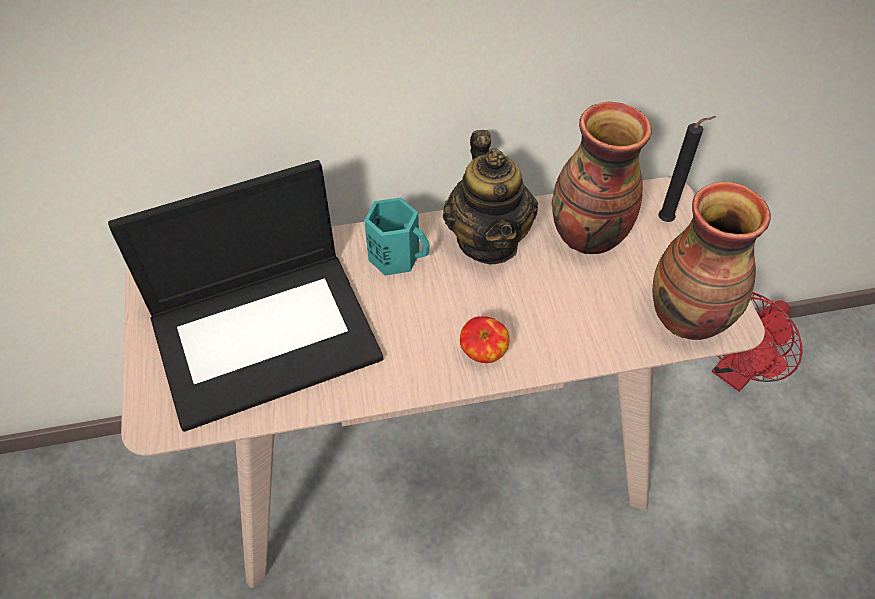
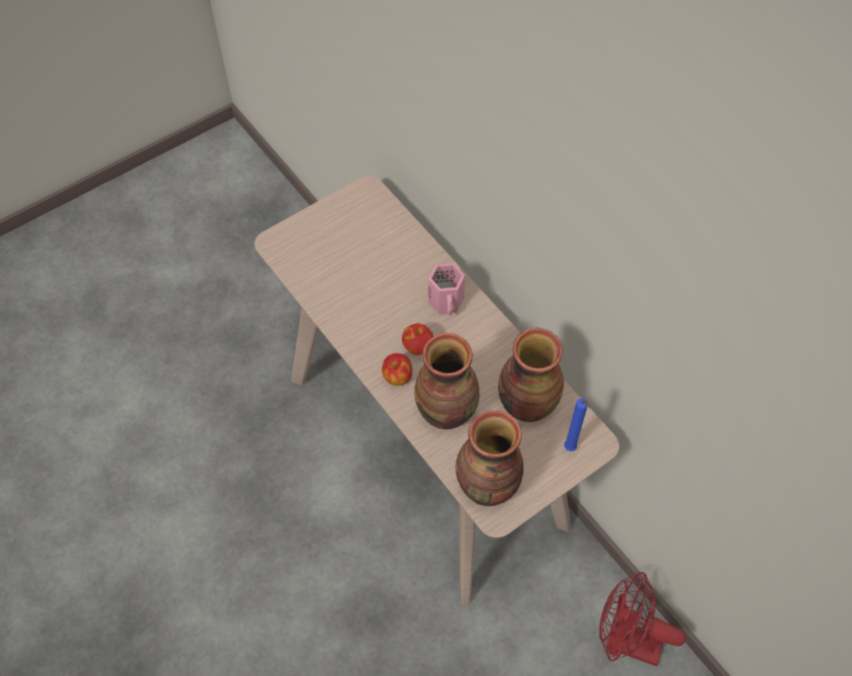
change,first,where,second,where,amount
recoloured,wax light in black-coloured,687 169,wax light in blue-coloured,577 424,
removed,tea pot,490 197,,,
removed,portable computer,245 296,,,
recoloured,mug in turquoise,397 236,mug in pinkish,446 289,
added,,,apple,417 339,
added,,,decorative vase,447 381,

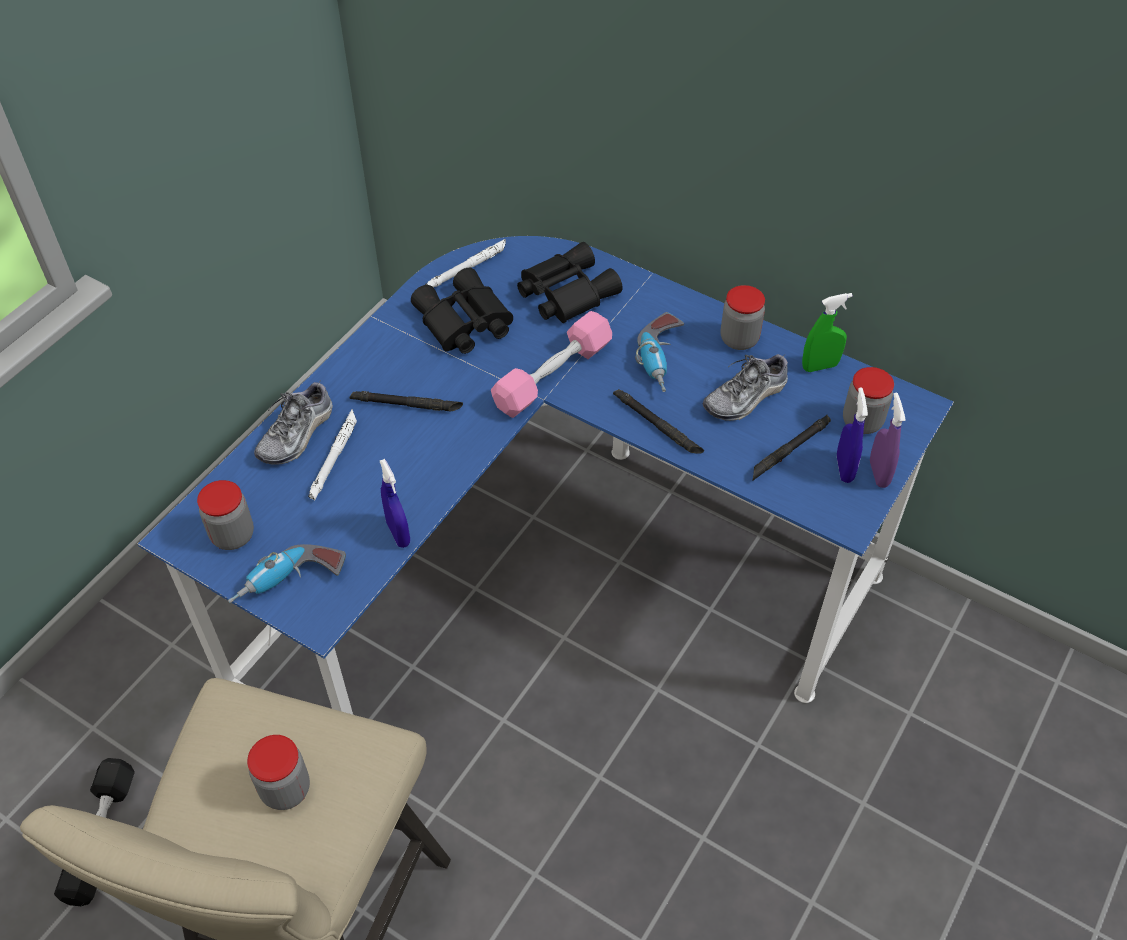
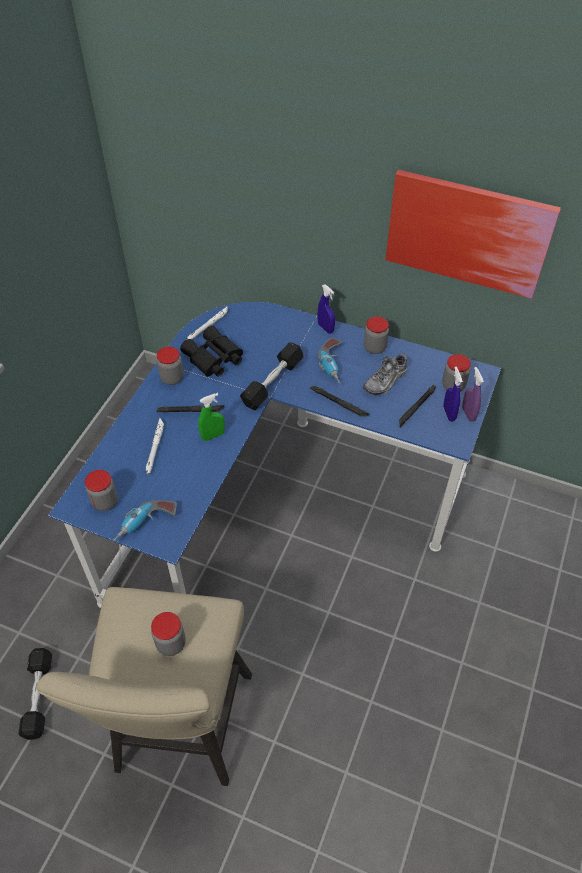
change,first,where,second,where,amount
removed,binoculars in black-coloured,569 282,,,
moved,sprayer in greenish,827 332,,211 417,
recoloured,free weight in pinkish,551 364,free weight in black-coloured,272 376,
removed,low shoe,293 423,,,
moved,sprayer in blue-coloured,395 503,,326 309,
added,,,wall art,473 234,
added,,,preserve jar,170 366,

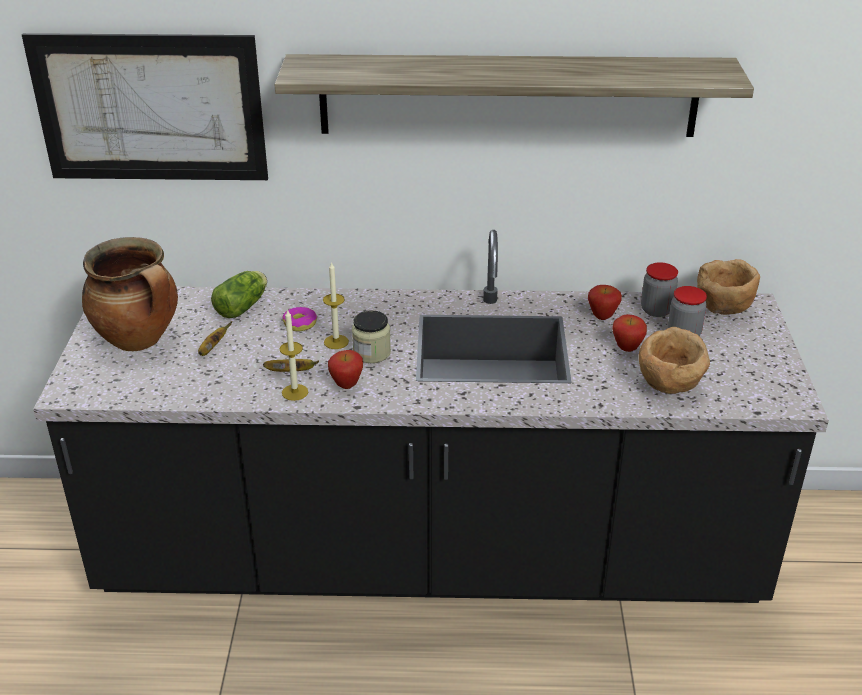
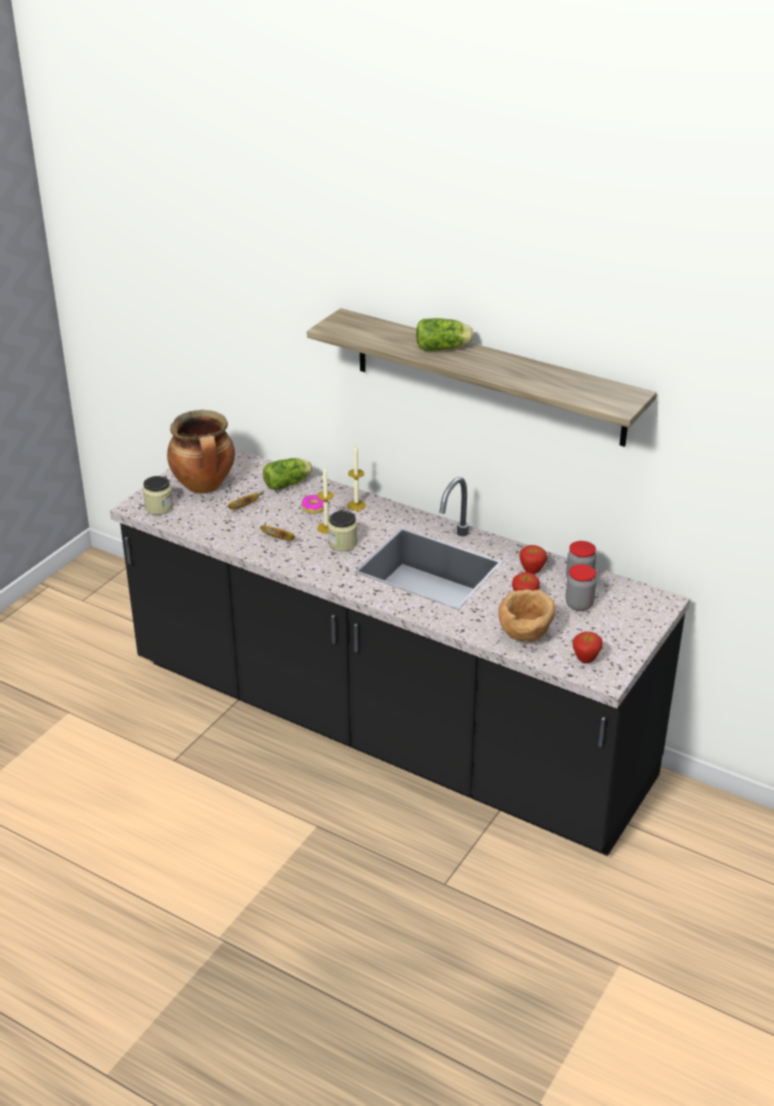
change,first,where,second,where,amount
removed,wall art,145 106,,,
removed,bowl in brownish,728 287,,,
moved,wax light,293 355,,356 478,
moved,apple,345 369,,588 648,
added,,,lettuce,445 334,
added,,,preserve jar,158 495,

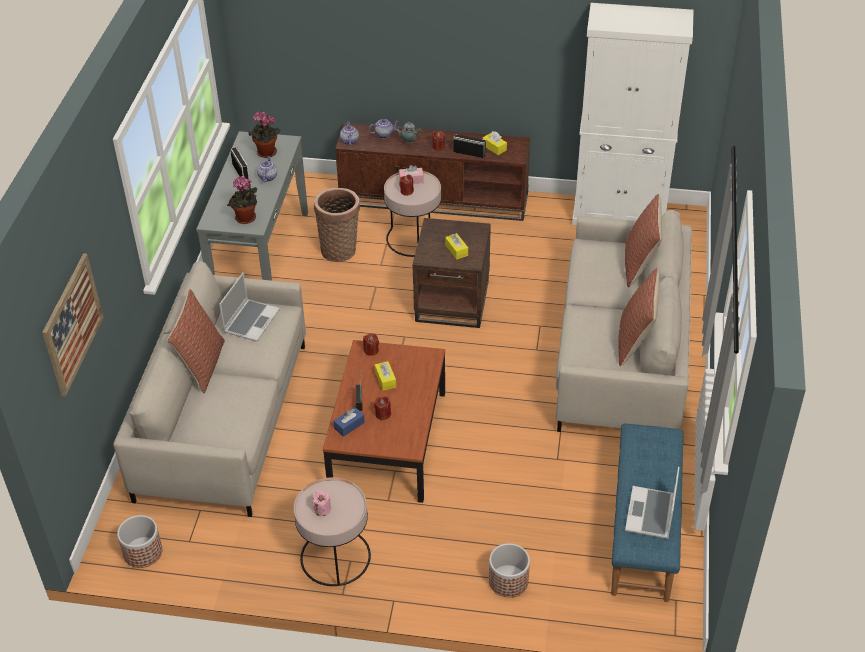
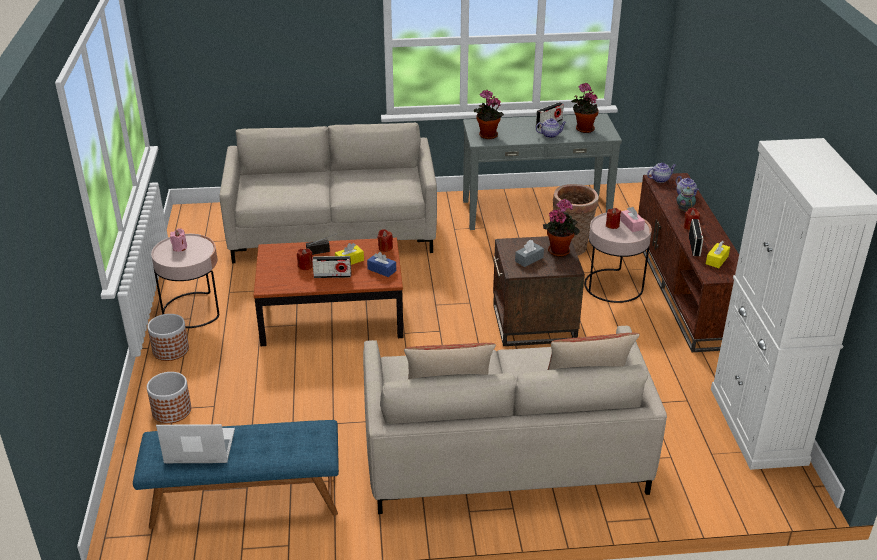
change,first,where,second,where,amount
recoloured,tissue box in yellow-coloured,456 246,tissue box in grey,529 253,
removed,wall art,73 325,,,
removed,portable computer,249 307,,,
removed,pillow,196 341,,,
moved,tissue box in blue-coloured,349 422,,381 264,
moved,flower pot,139 541,,168 337,
added,,,houseplant,561 228,
added,,,radio set,331 267,

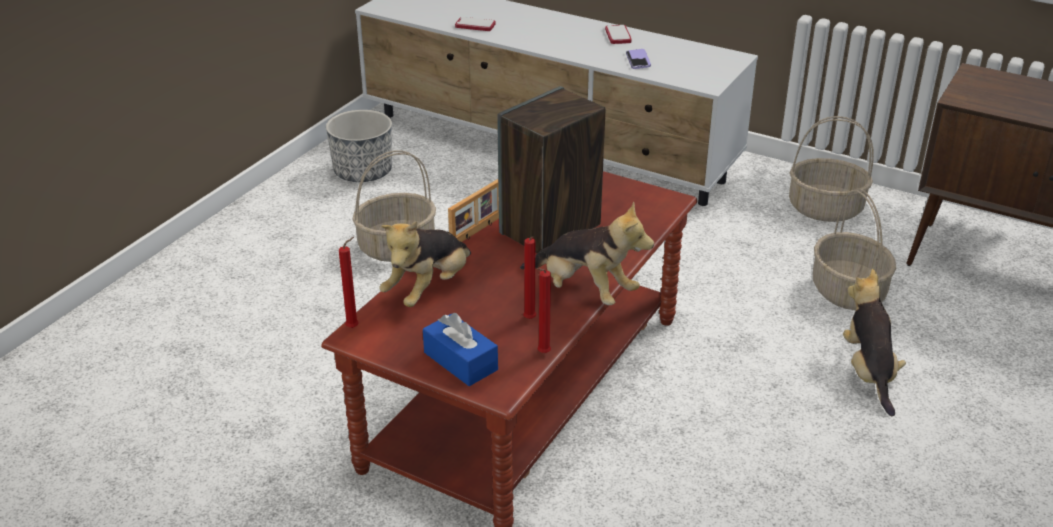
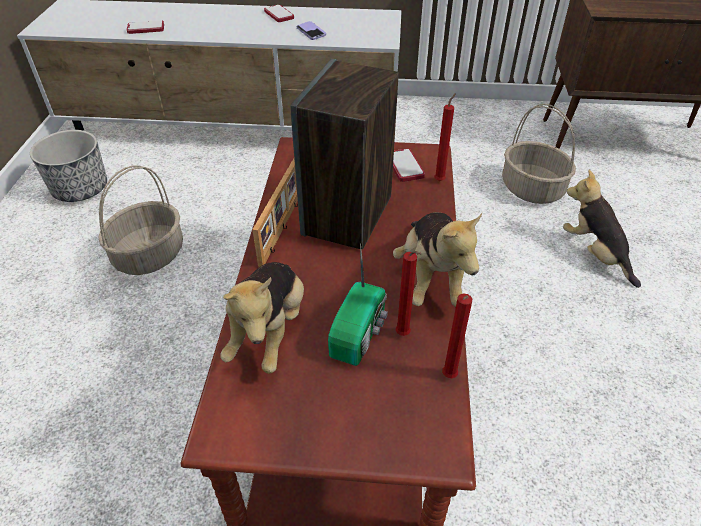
change,first,where,second,where,amount
removed,storage basket,831 169,,,
turned,plush toy,587 253,,437 259,75 degrees clockwise
moved,wax light in red-coloured,349 282,,445 137,
removed,tissue box in blue-coloured,460 349,,,
added,,,phone,409 165,
added,,,radio set,358 304,

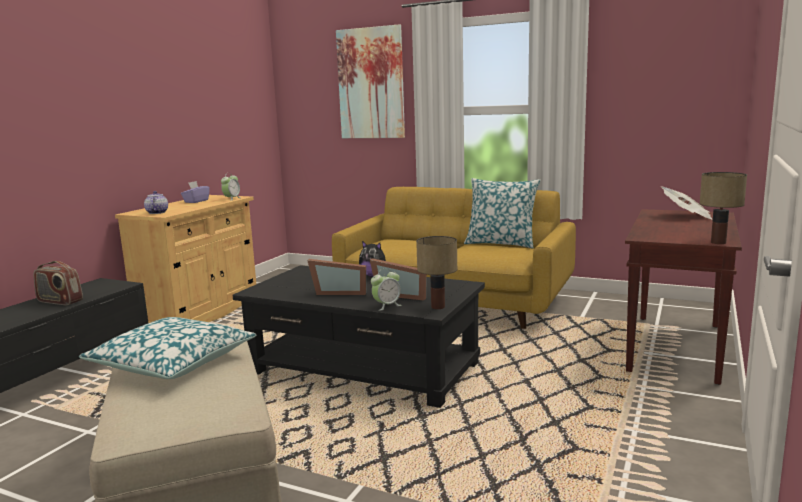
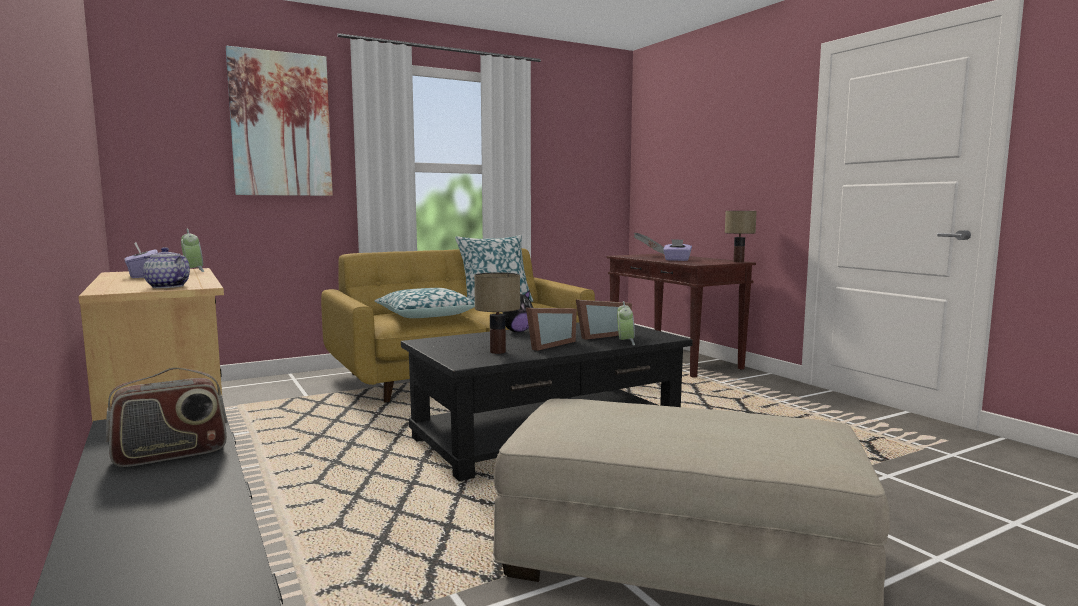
change,first,where,second,where,amount
moved,lamp for a table,436 272,,497 313,
moved,pillow,168 348,,425 303,
added,,,tissue box in purple,677 250,

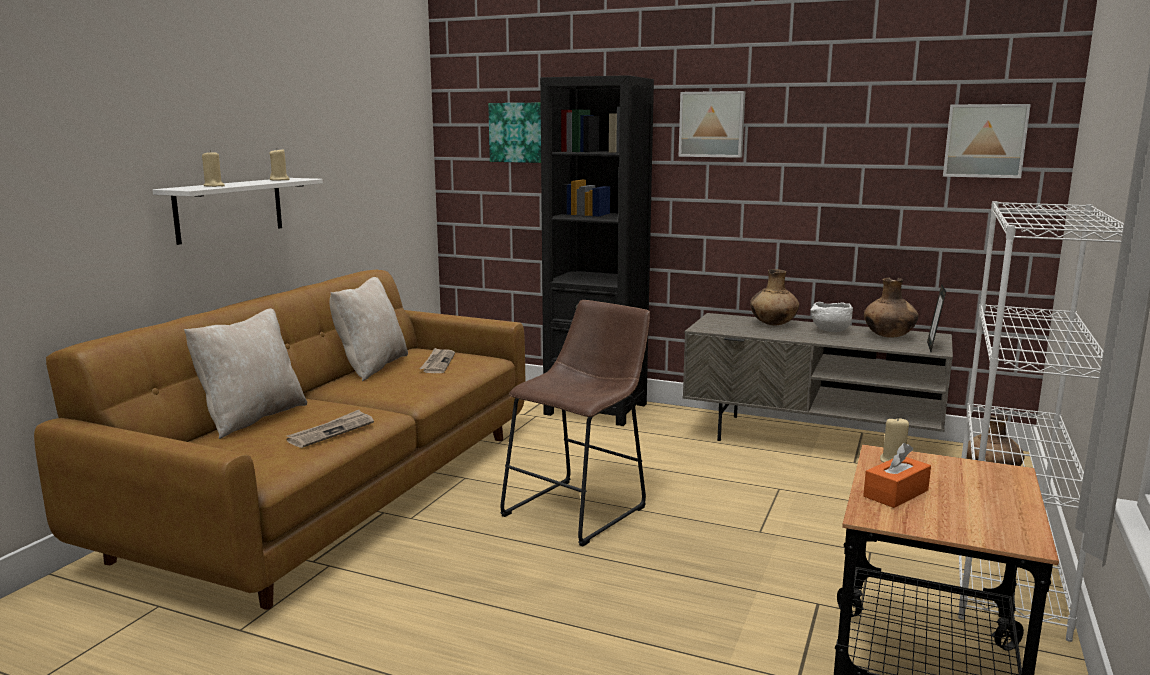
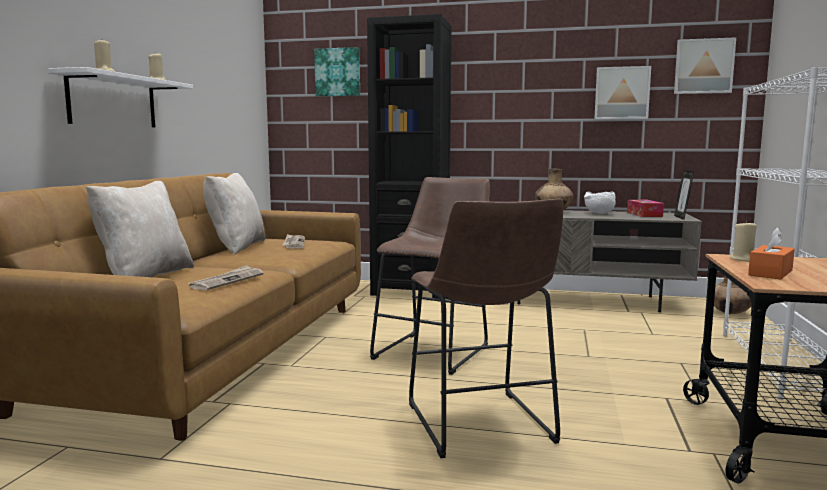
change,first,where,second,where,amount
moved,wall art,712 124,,622 92,
replaced,decorative vase in brownish,891 308,tissue box,645 208,
added,,,stool seat in brownish,486 328,

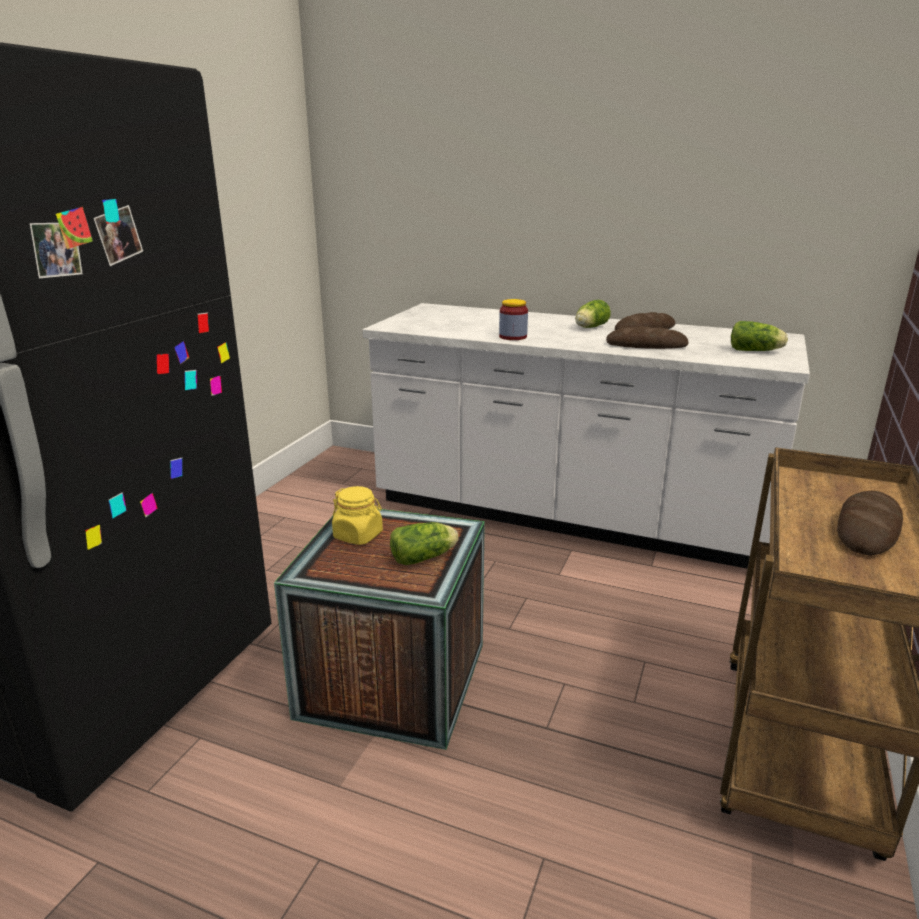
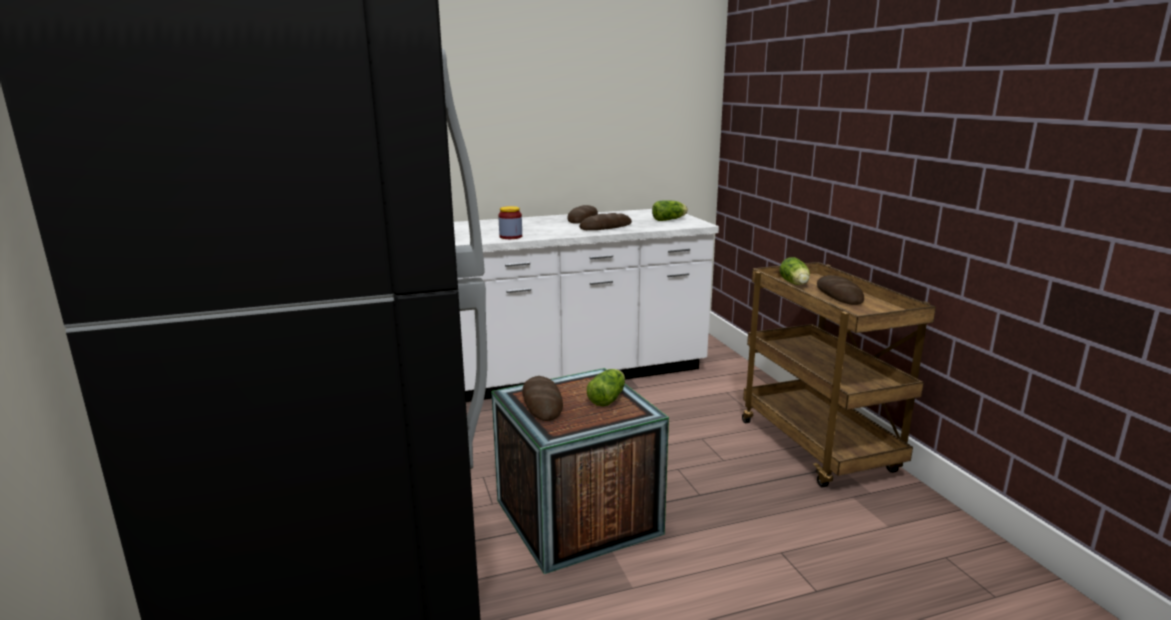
change,first,where,second,where,amount
moved,lettuce,593 314,,794 271,
replaced,preserve jar in yellow-coloured,357 515,baked bread,542 398,

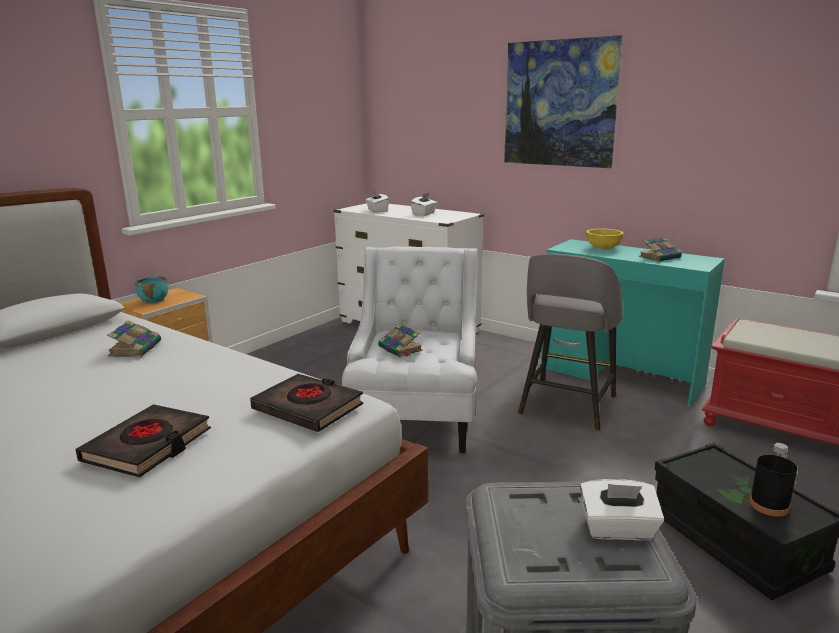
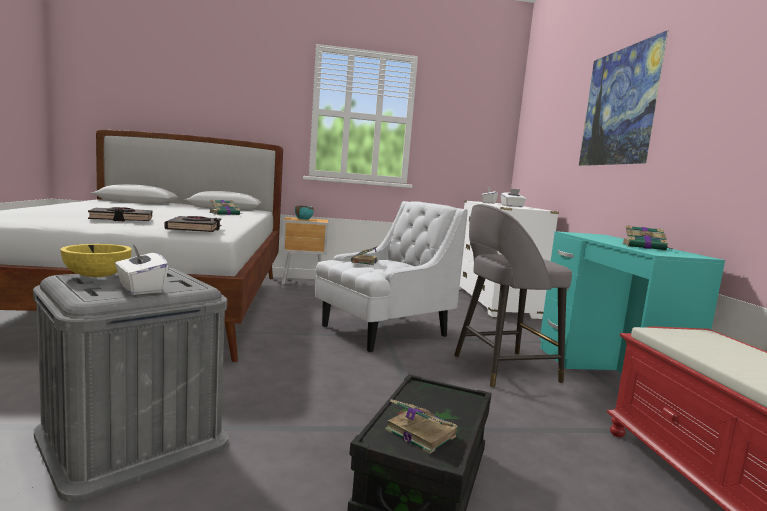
change,first,where,second,where,amount
moved,bowl in yellow-coloured,605 239,,96 260,
replaced,bottle in black-coloured,773 479,bound book,421 426,

